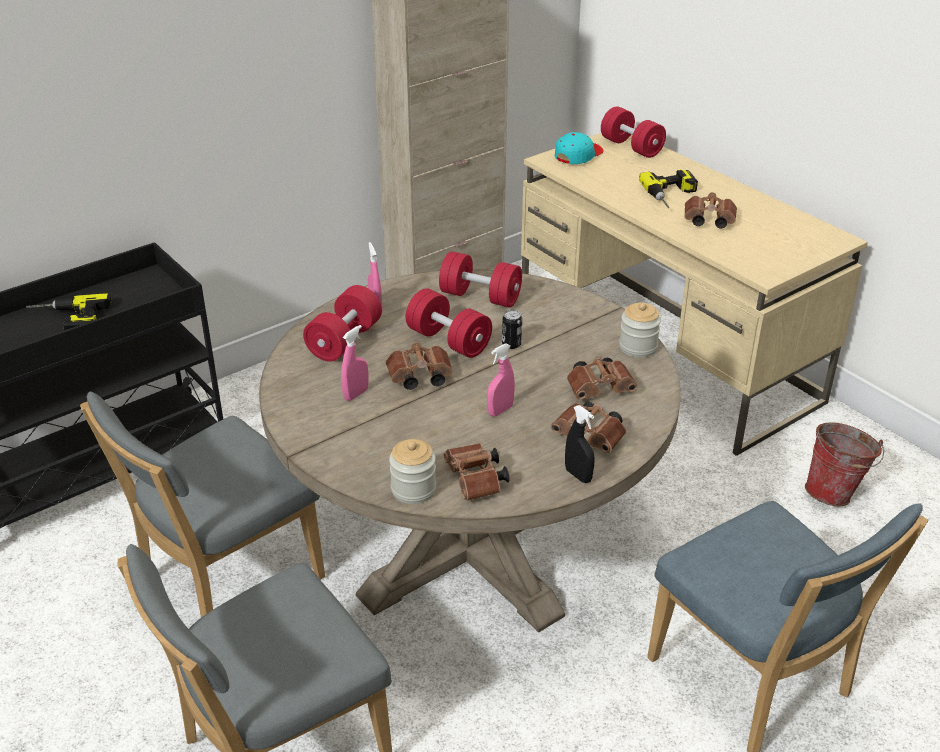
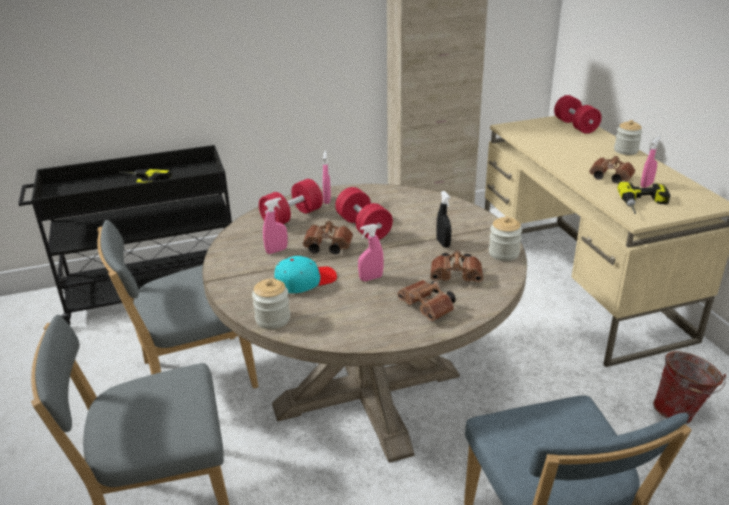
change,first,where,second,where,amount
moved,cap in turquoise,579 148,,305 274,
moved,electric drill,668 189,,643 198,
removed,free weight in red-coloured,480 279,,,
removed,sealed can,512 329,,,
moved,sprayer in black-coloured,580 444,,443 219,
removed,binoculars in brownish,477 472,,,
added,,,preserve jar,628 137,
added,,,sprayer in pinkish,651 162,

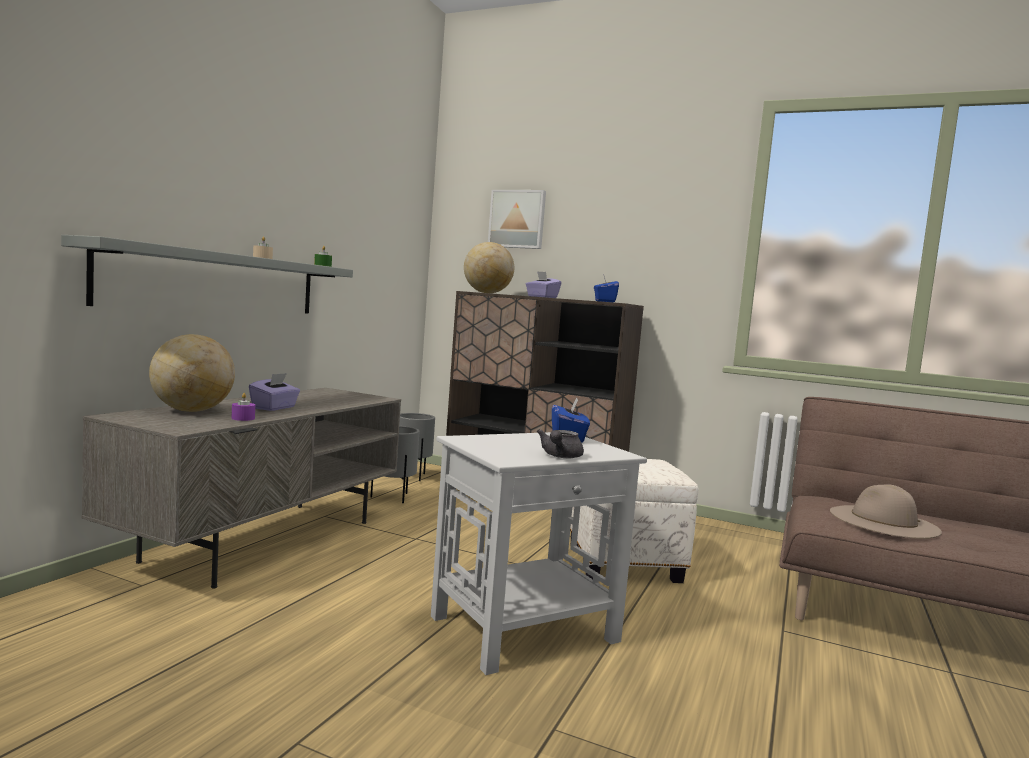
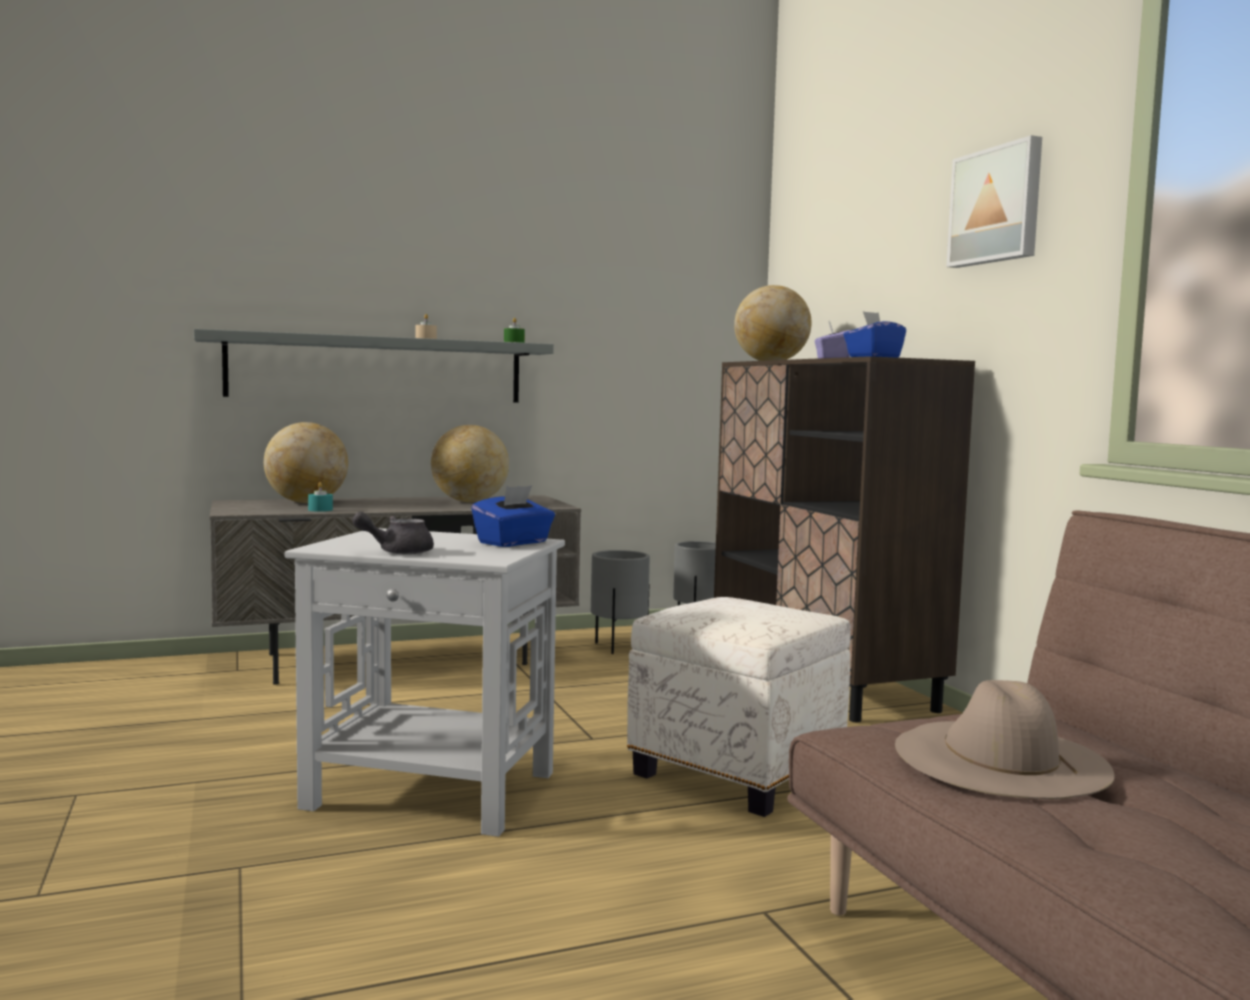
change,first,where,second,where,amount
moved,wall art,517 219,,994 201,
removed,tissue box in purple,274 392,,,
recoloured,wax light in purple,243 407,wax light in turquoise,320 497,
added,,,globe,470 463,

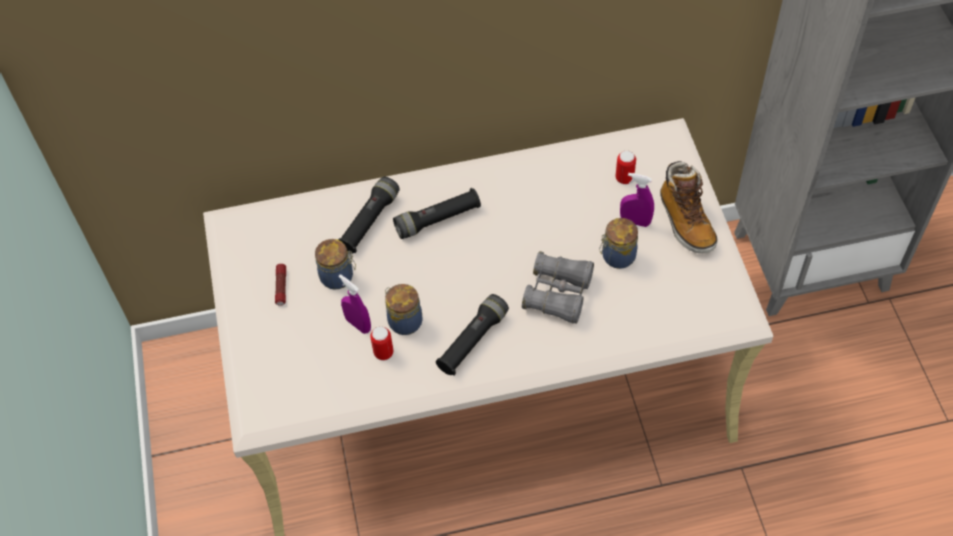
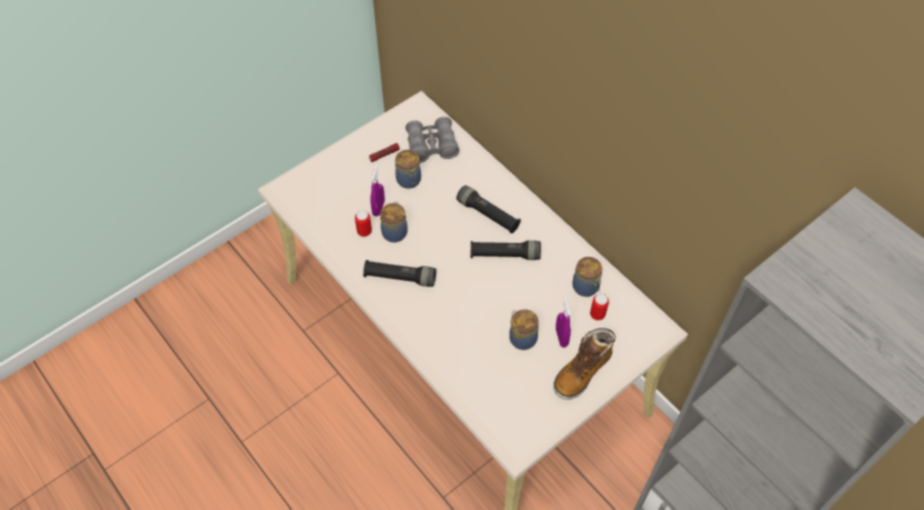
change,first,where,second,where,amount
moved,torch in black-coloured,369 215,,506 250,
moved,binoculars in grey,558 287,,432 140,
added,,,preserve jar,587 277,

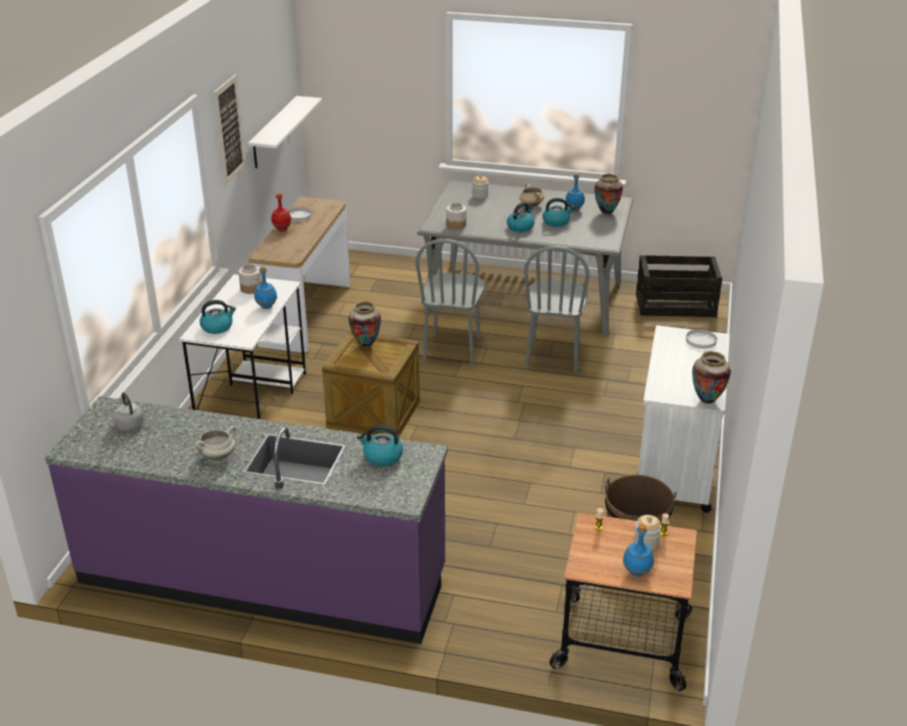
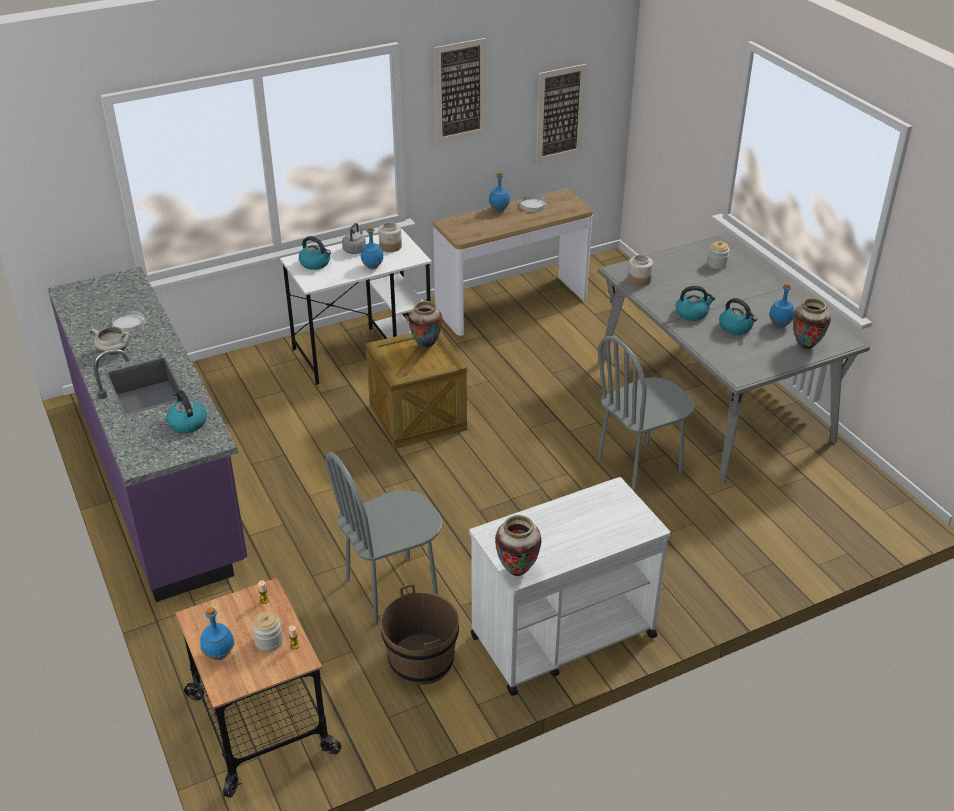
change,first,where,second,where,amount
replaced,wall shelf in whitish,285 132,wall art,561 113,
removed,cooking pot in beige-coloured,532 195,,,
recoloured,bottle in red-coloured,281 211,bottle in blue-coloured,499 191,
moved,chair in grey,450 302,,384 538,
removed,packing crate,679 286,,,
moved,dinner plate in whitish,701 339,,128 321,
moved,tea kettle in grey,128 411,,354 238,

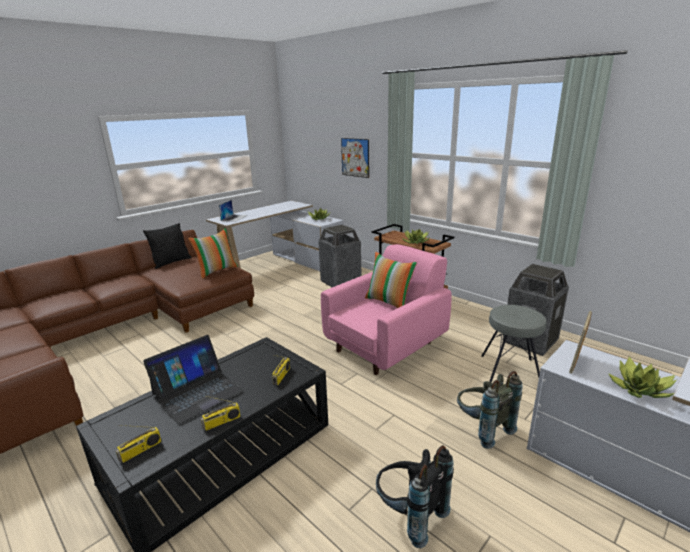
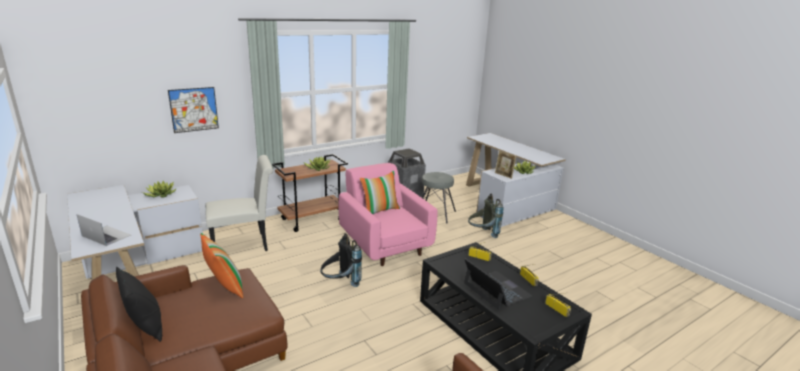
change,first,where,second,where,amount
replaced,trash can,339 256,chair in whitish,239 203,
moved,knapsack in black-coloured,415 496,,341 260,

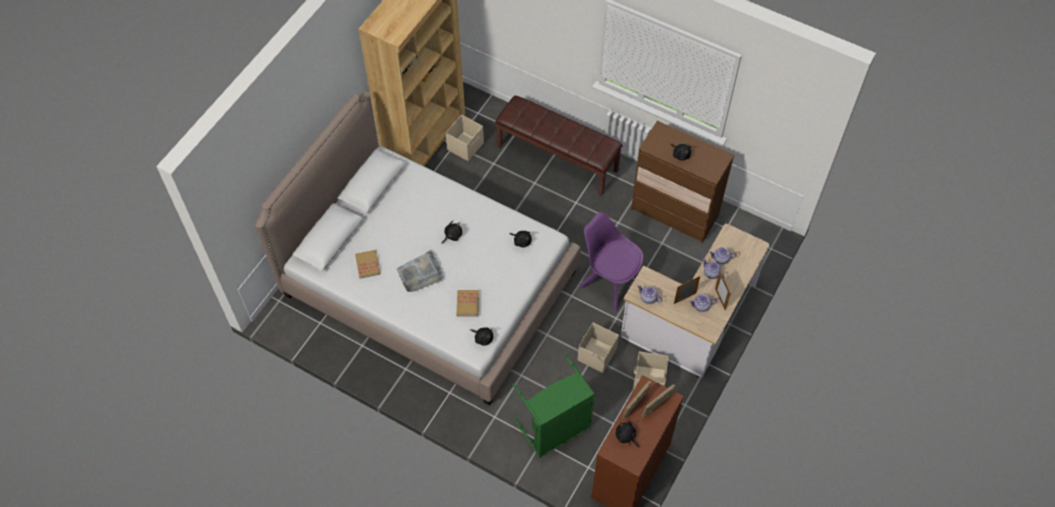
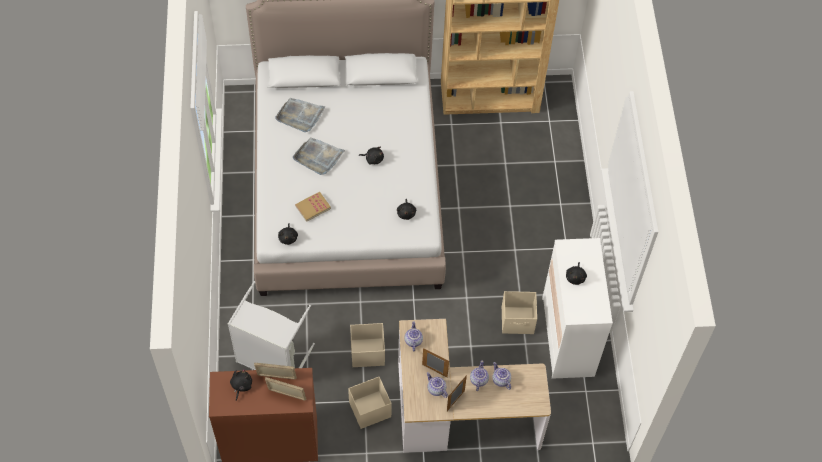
change,first,where,second,where,amount
removed,long seat in brownish,559 146,,,
moved,storage box in beige-coloured,465 138,,519 312,
recoloured,chest of drawers in brownish,682 182,chest of drawers in whitish,577 308,
removed,chair in purple,612 261,,,
replaced,bound book,367 264,carrying tray in grey,300 115,
recoloured,washing basket in greenish,553 406,washing basket in grey,271 325,

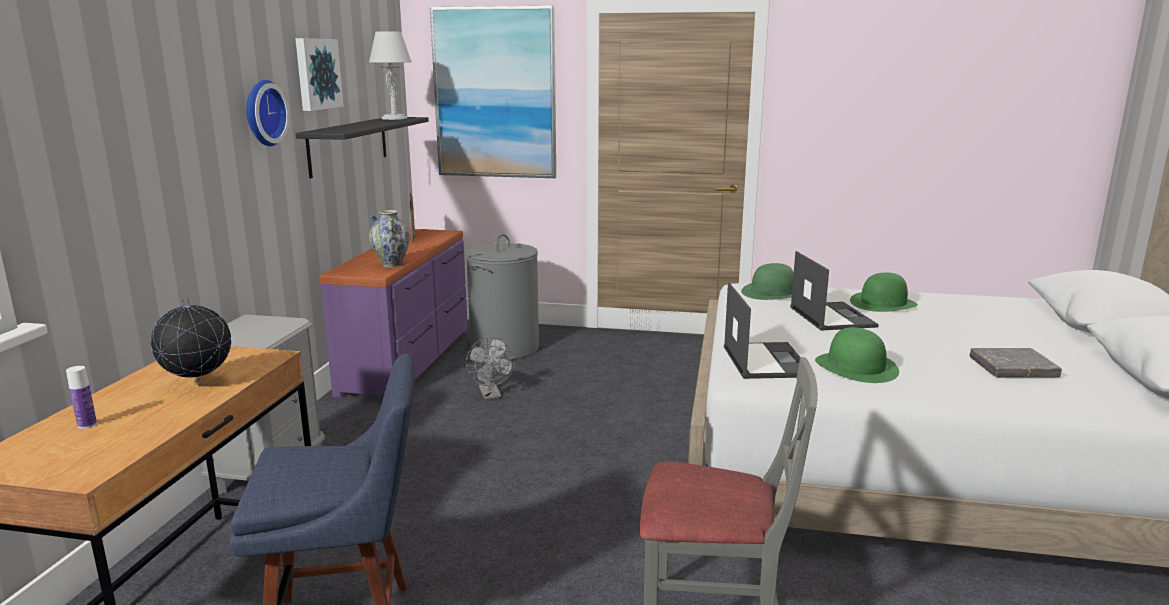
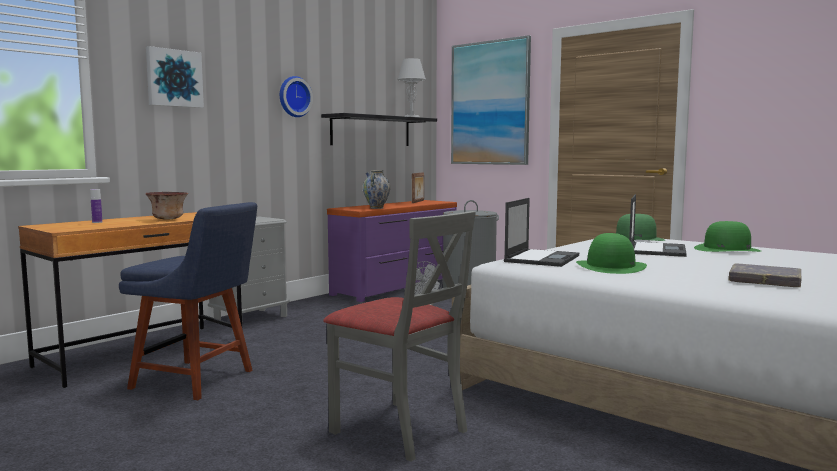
change,first,where,second,where,amount
moved,wall art,319 74,,175 77,
replaced,globe,191 341,bowl,167 206,

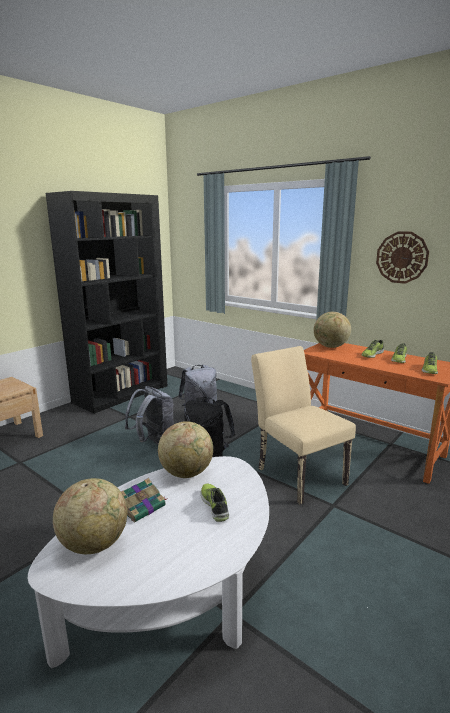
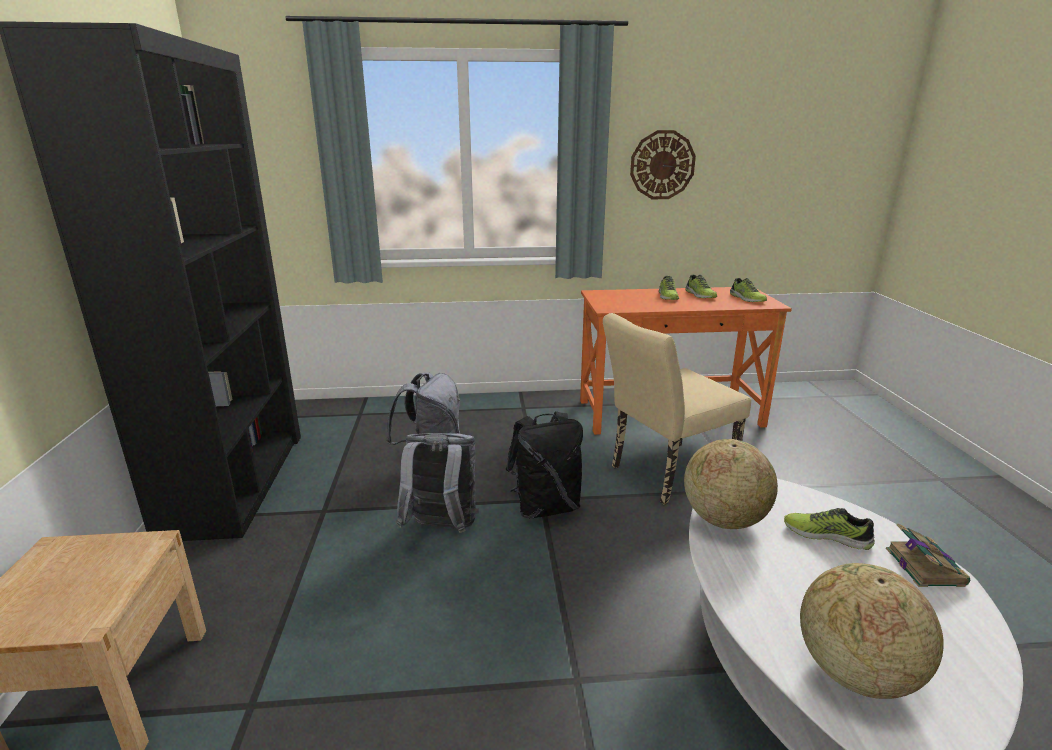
change,first,where,second,where,amount
removed,globe,332 330,,,
turned,chair in beige-coloured,303 425,,677 409,45 degrees counterclockwise
moved,bound book,144 500,,928 555,

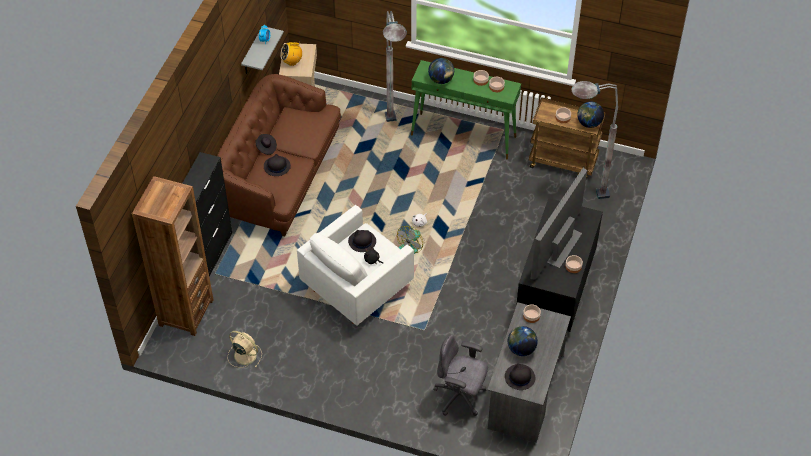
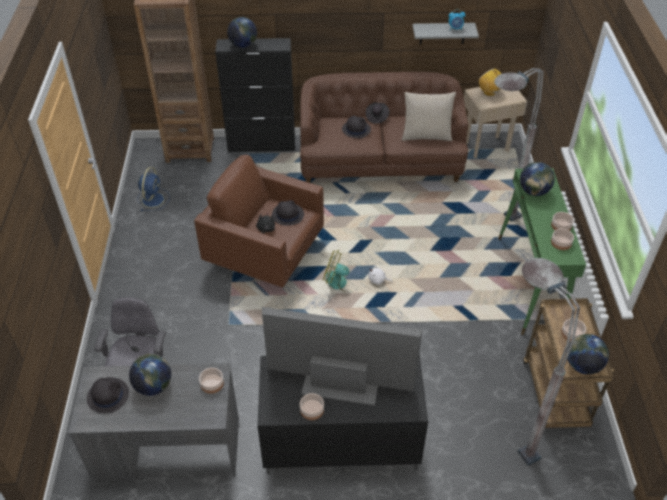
change,first,where,second,where,amount
recoloured,armchair in whitish,355 265,armchair in brownish,259 221,
recoloured,electric fan in beige-coloured,245 349,electric fan in blue-coloured,153 189,
added,,,globe,242 32,
added,,,pillow in beige-coloured,429 116,

